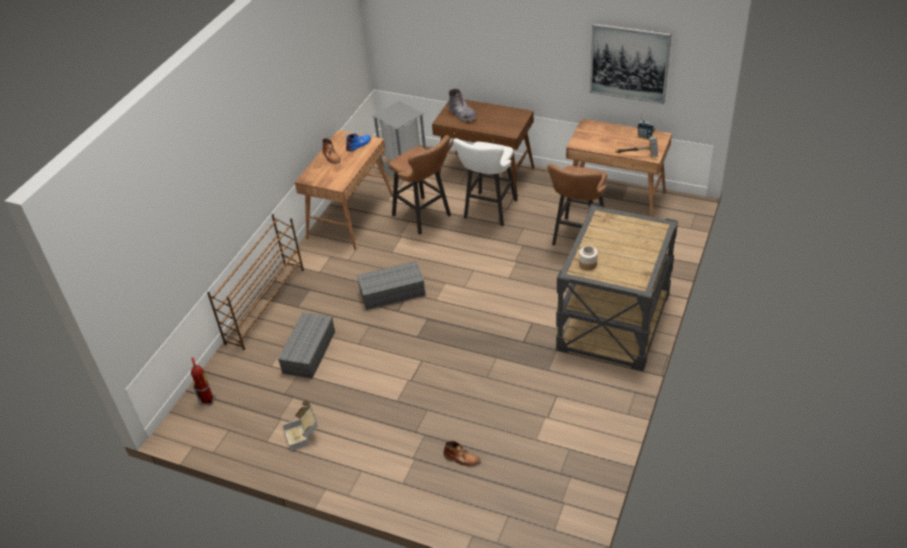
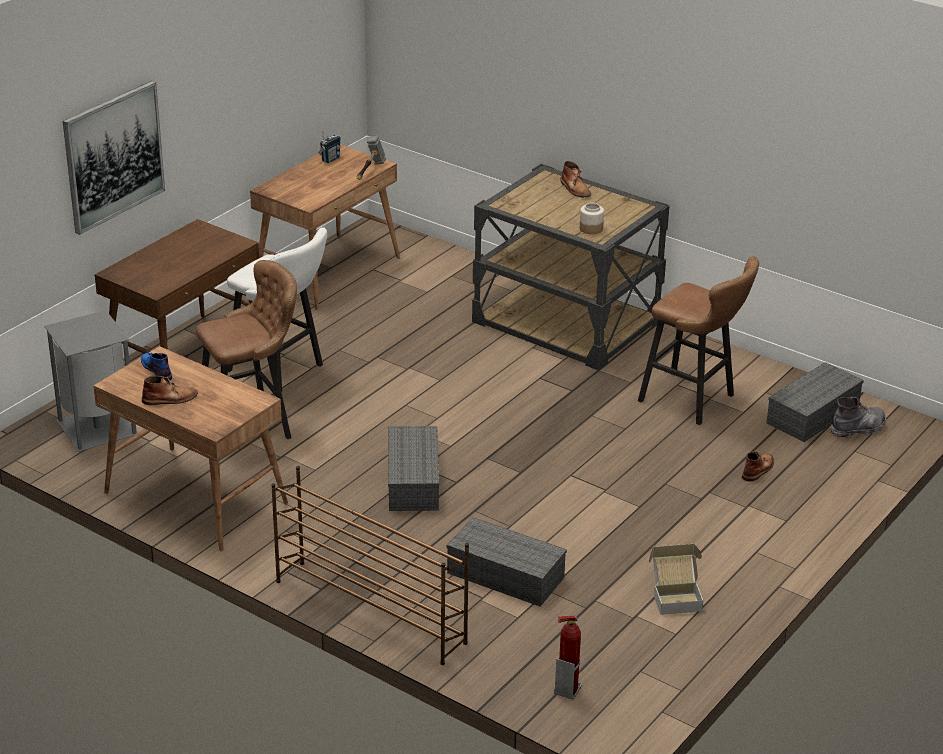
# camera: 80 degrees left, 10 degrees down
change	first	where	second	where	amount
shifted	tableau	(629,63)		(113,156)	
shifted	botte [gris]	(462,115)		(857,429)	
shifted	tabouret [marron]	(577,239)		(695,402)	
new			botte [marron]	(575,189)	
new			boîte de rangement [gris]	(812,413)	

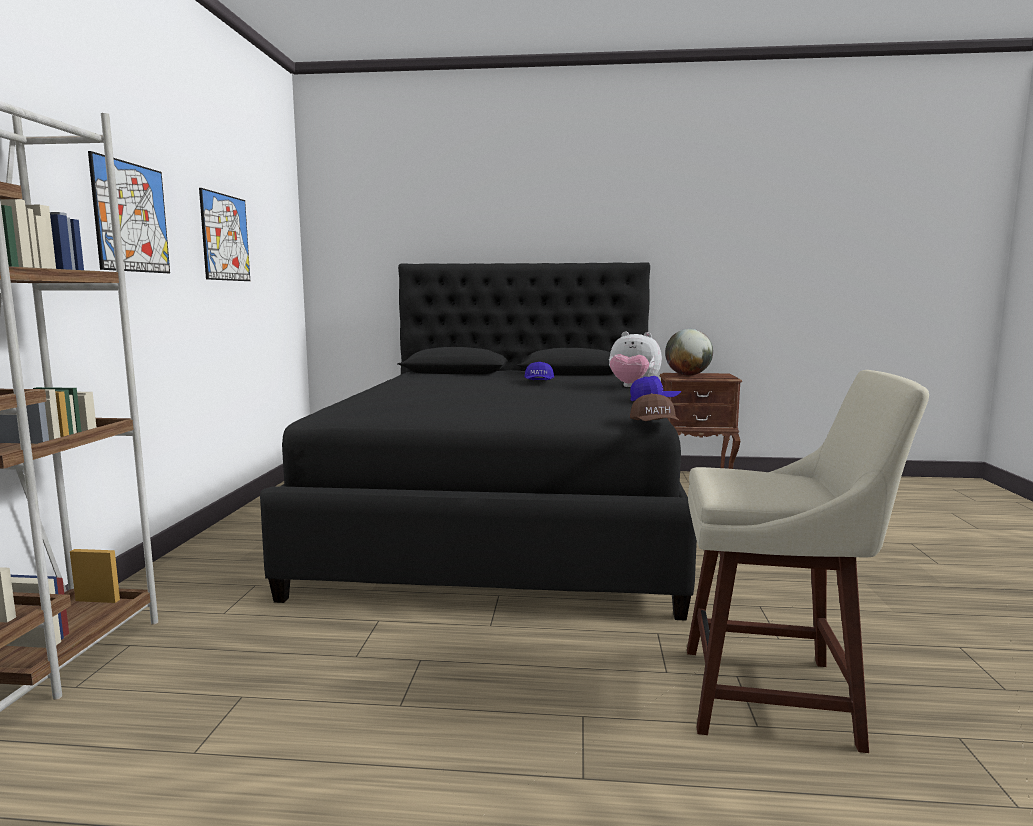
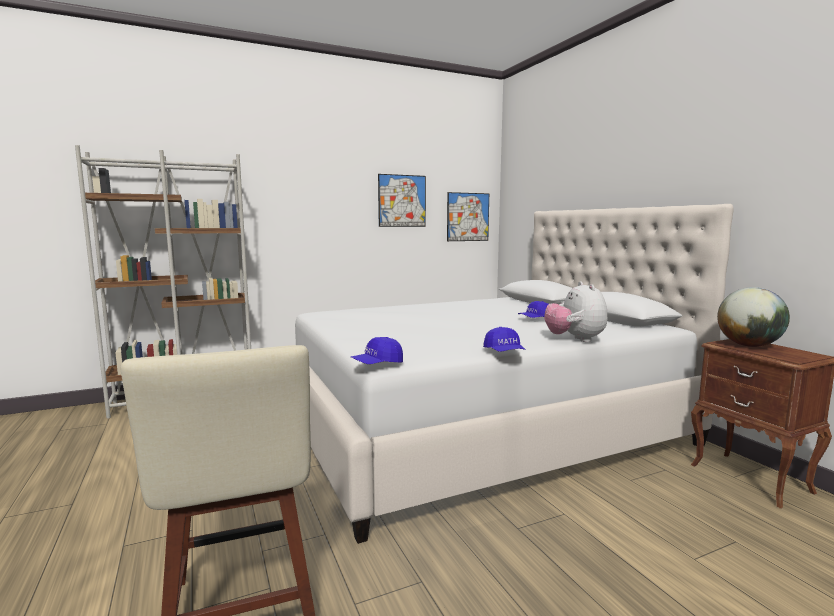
# camera: 60 degrees right, 0 degrees up
change	first	where	second	where	amount
shifted	tableau	(131,217)		(468,217)	
repainted	lit [noir]	(505,520)	lit [blanc]	(478,426)	
repainted	casquette [marron]	(654,425)	casquette [bleu]	(377,364)	

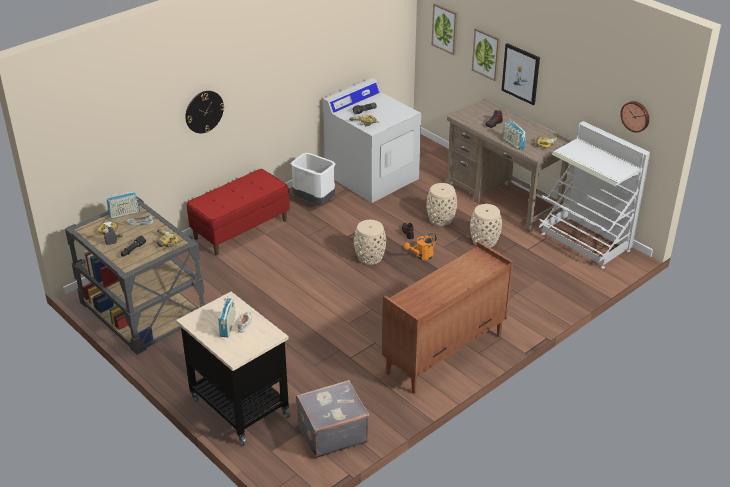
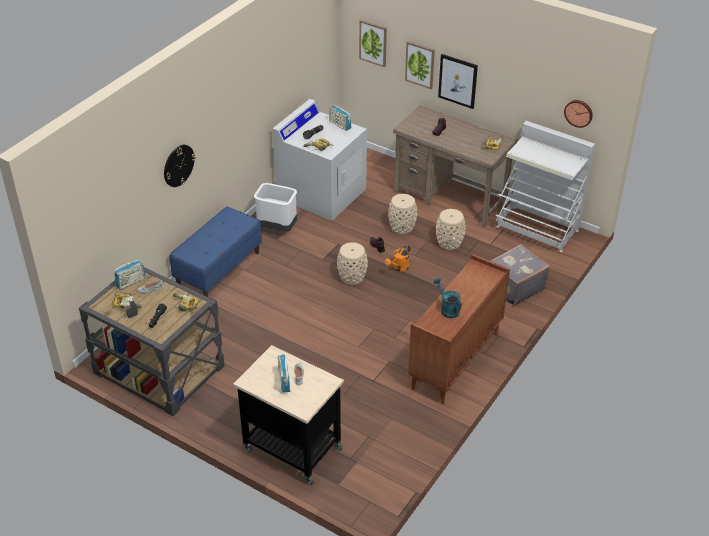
# camera: 15 degrees left, 5 degrees up
change	first	where	second	where	amount
shifted	radio	(513,143)		(340,125)	
repainted	banc [rouge]	(240,229)	banc [bleu]	(218,269)	
shifted	valise [gris]	(331,432)		(514,287)	
new			arrosoir [turquoise]	(447,309)	

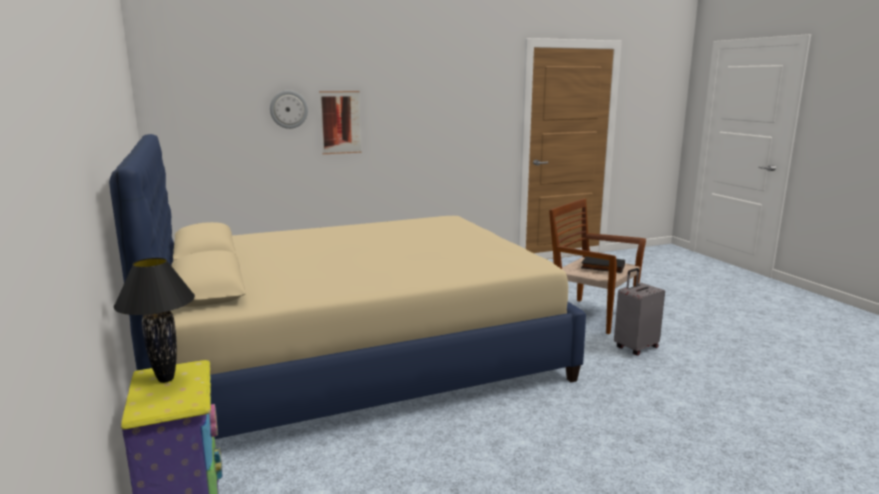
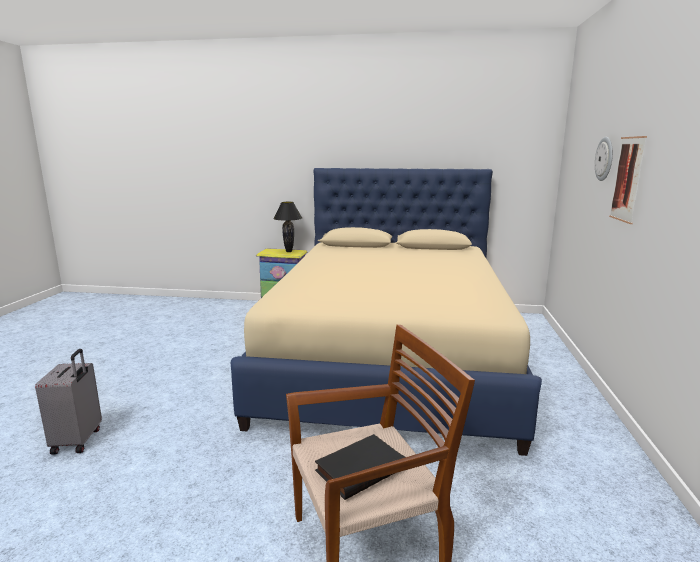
# camera: 120 degrees right, 0 degrees up
change	first	where	second	where	amount
shifted	valise [gris]	(635,347)		(78,440)	

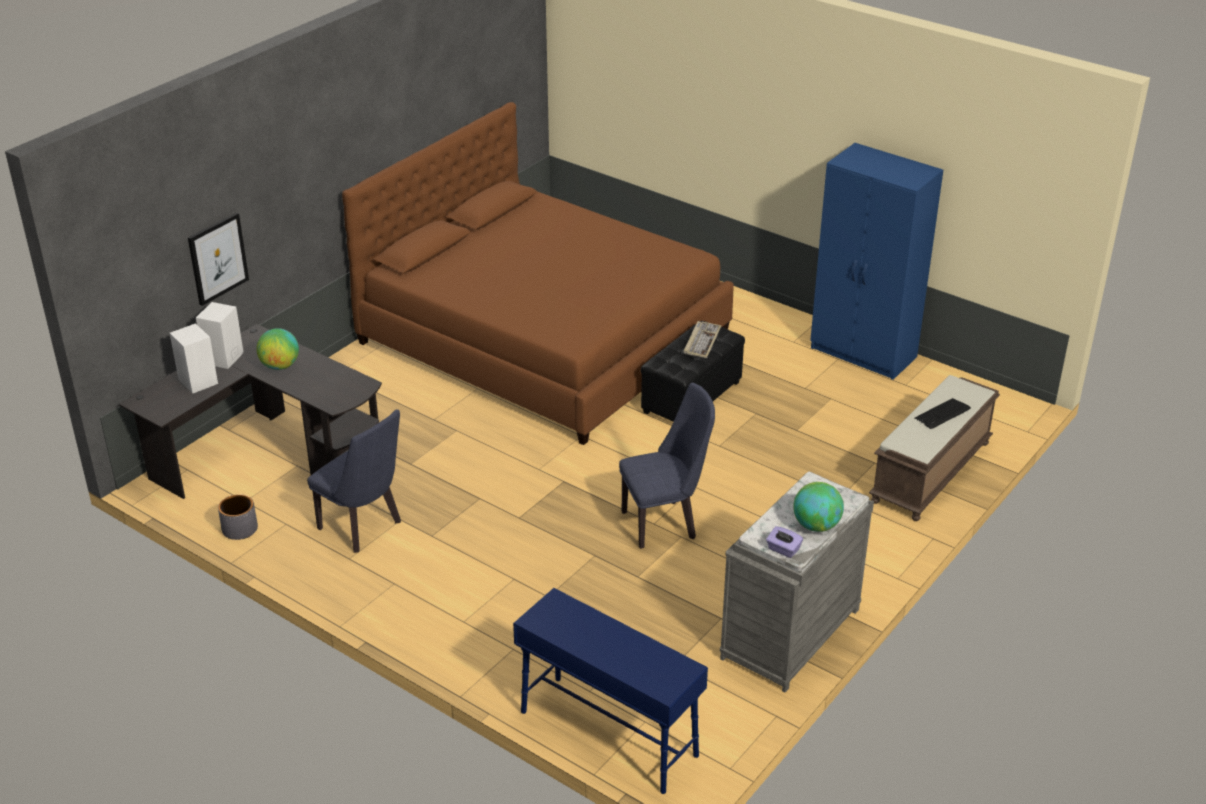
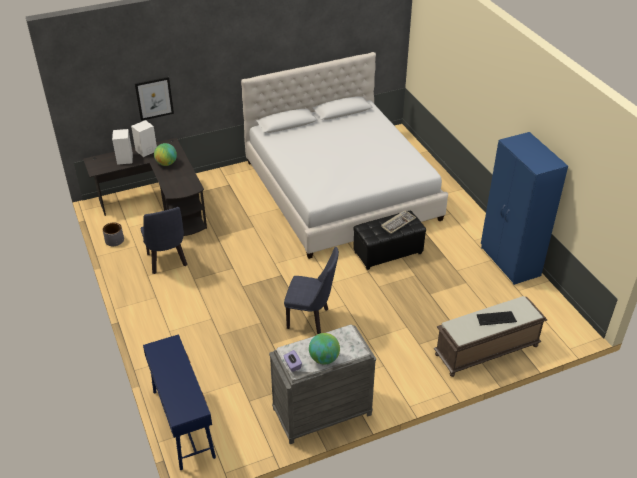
# camera: 30 degrees right, 5 degrees up
change	first	where	second	where	amount
repainted	lit [marron]	(544,336)	lit [blanc]	(340,190)	

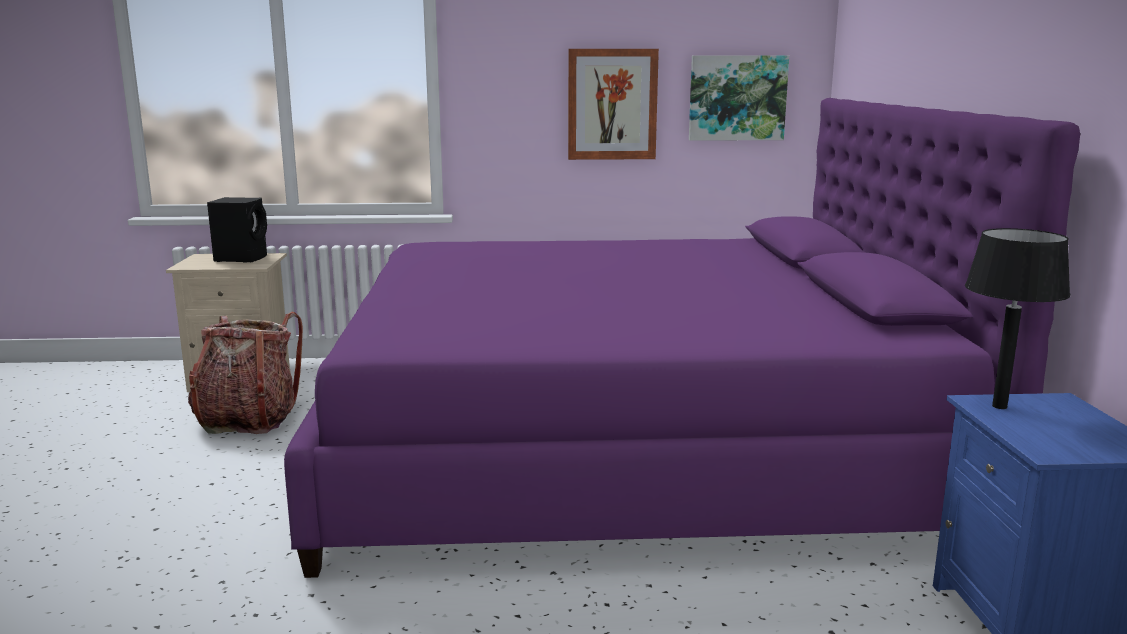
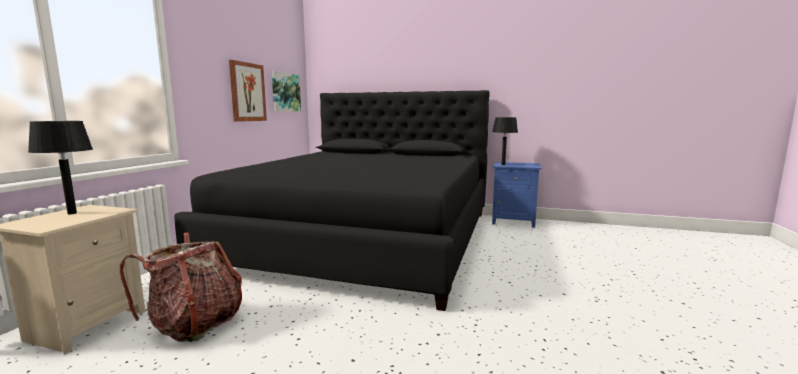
# camera: 70 degrees left, 5 degrees down
change	first	where	second	where	amount
repainted	lit [violet]	(629,443)	lit [noir]	(365,237)	
swapped	enceinte [noir]	(242,258)	lampe de table [noir]	(71,213)	

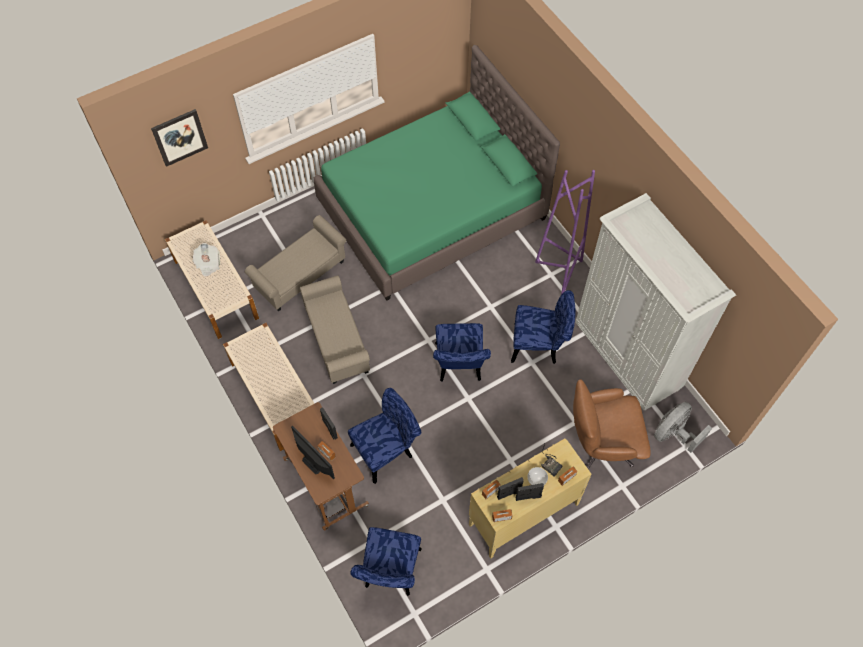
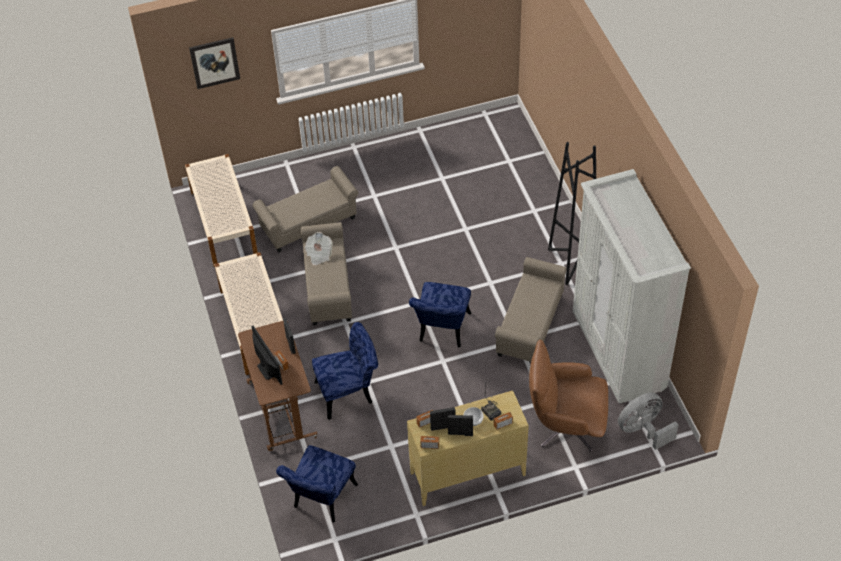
# camera: 15 degrees right, 10 degrees down
change	first	where	second	where	amount
gone	lit [vert]	(432,210)			
repainted	portant [violet]	(560,273)	portant [noir]	(570,263)	
shifted	journal	(208,264)		(319,254)	
swapped	chaise [bleu]	(540,345)	pouf [beige]	(530,326)	

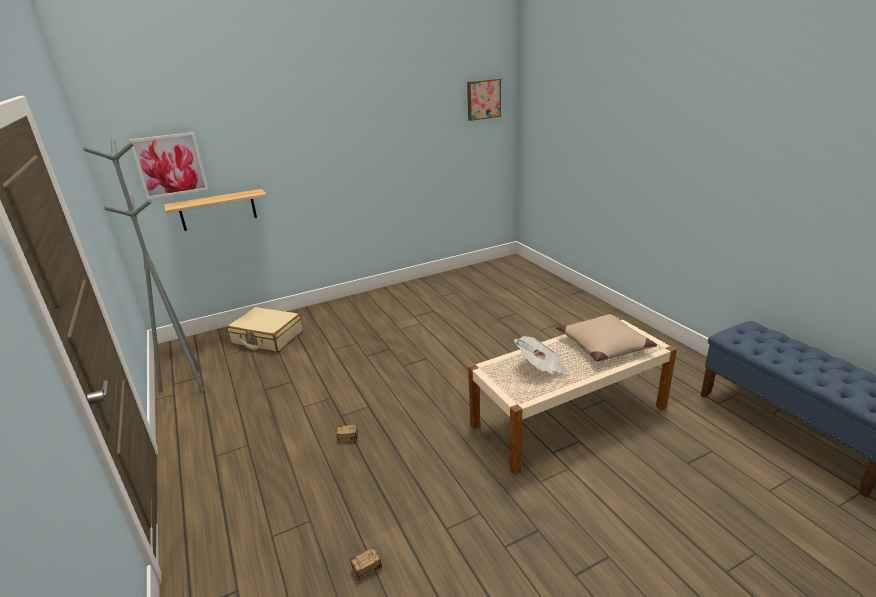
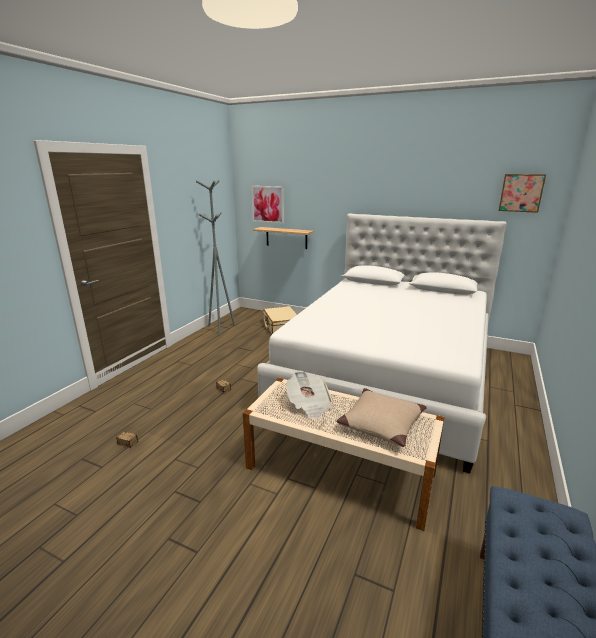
# camera: 50 degrees right, 5 degrees down
change	first	where	second	where	amount
new			lit [blanc]	(388,376)	

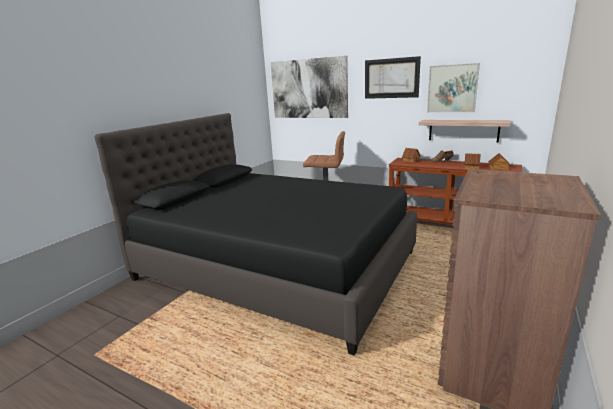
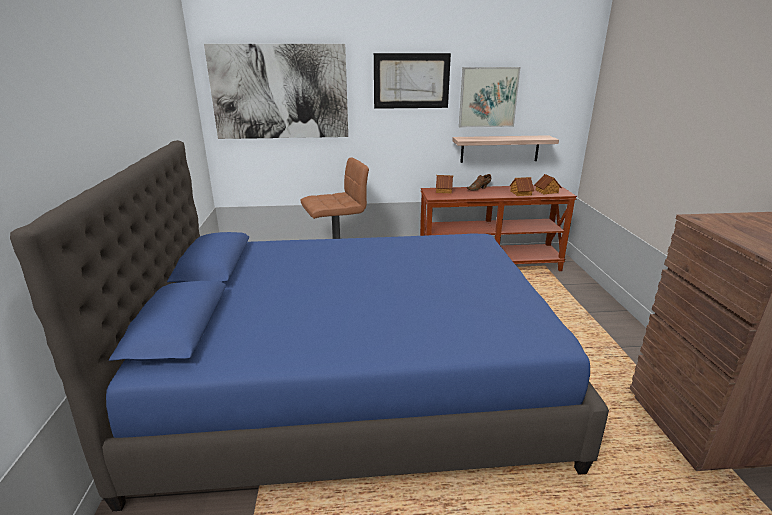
# camera: 35 degrees left, 5 degrees up
change	first	where	second	where	amount
repainted	lit [noir]	(276,265)	lit [bleu]	(353,382)	

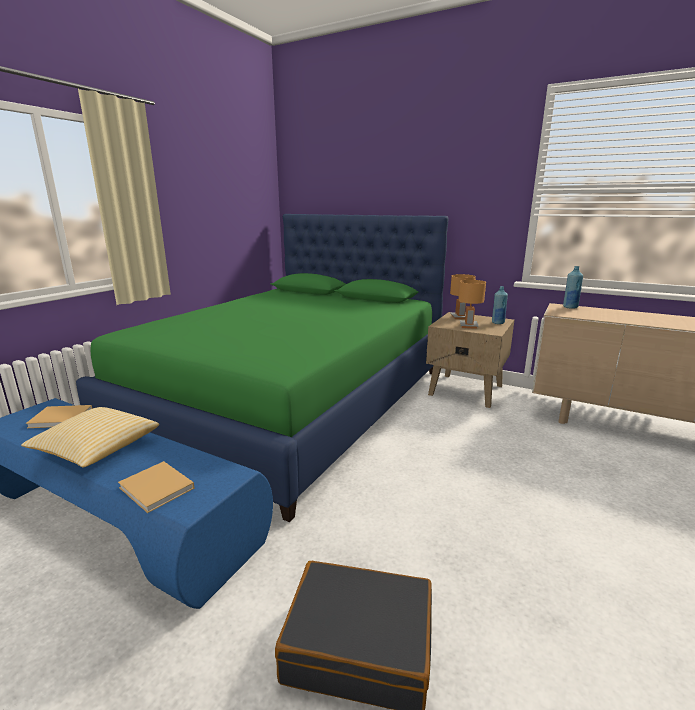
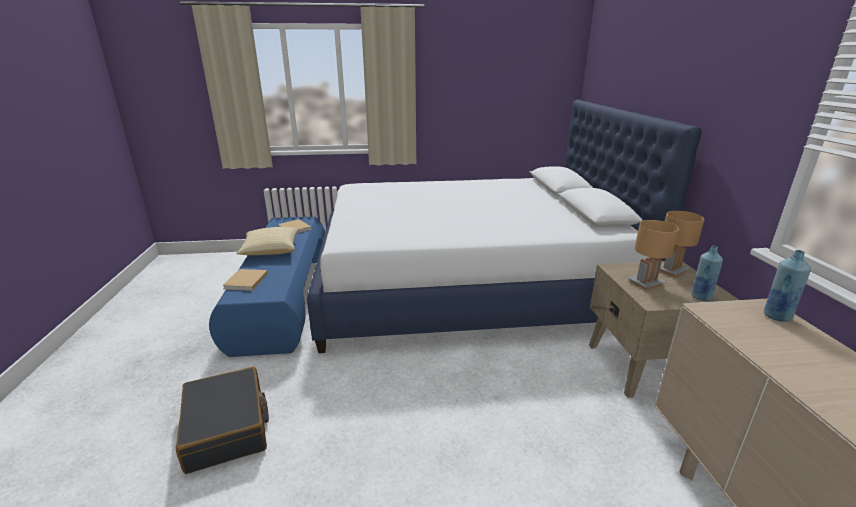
# camera: 55 degrees right, 5 degrees up
change	first	where	second	where	amount
repainted	lit [vert]	(293,401)	lit [blanc]	(469,286)	

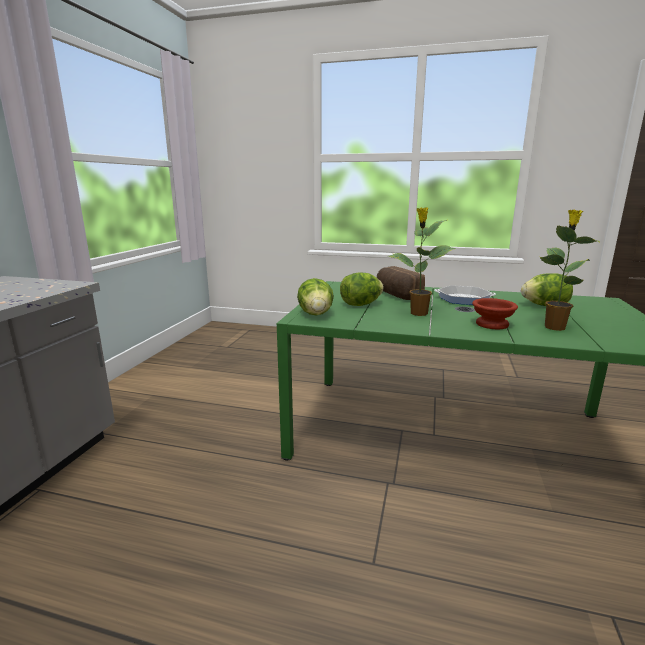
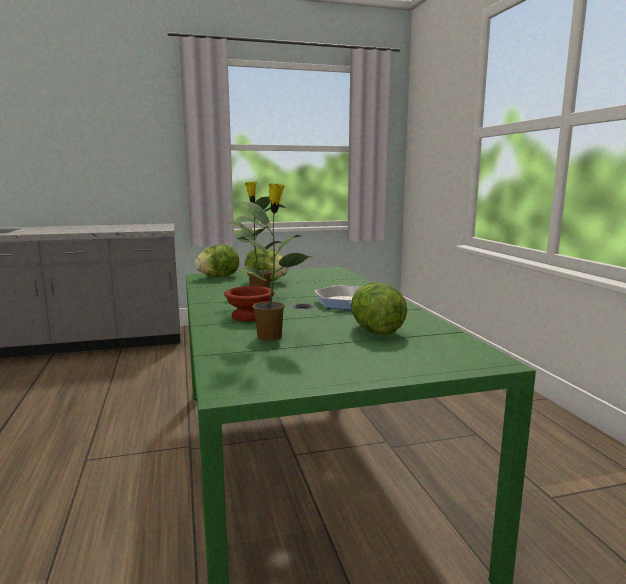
# camera: 60 degrees right, 5 degrees down
change	first	where	second	where	amount
gone	pain	(396,295)			

